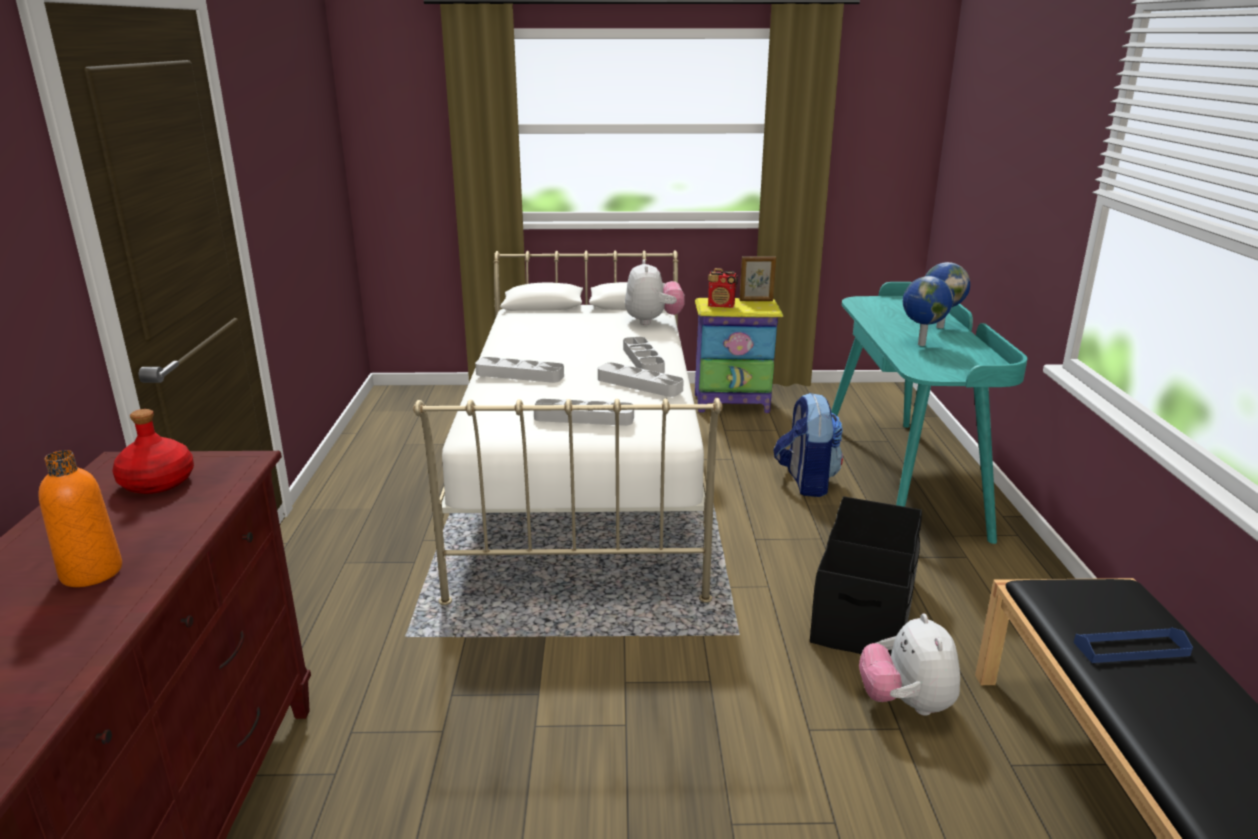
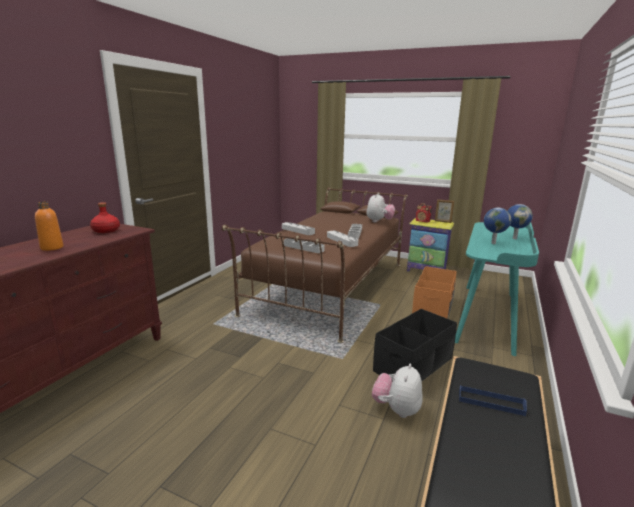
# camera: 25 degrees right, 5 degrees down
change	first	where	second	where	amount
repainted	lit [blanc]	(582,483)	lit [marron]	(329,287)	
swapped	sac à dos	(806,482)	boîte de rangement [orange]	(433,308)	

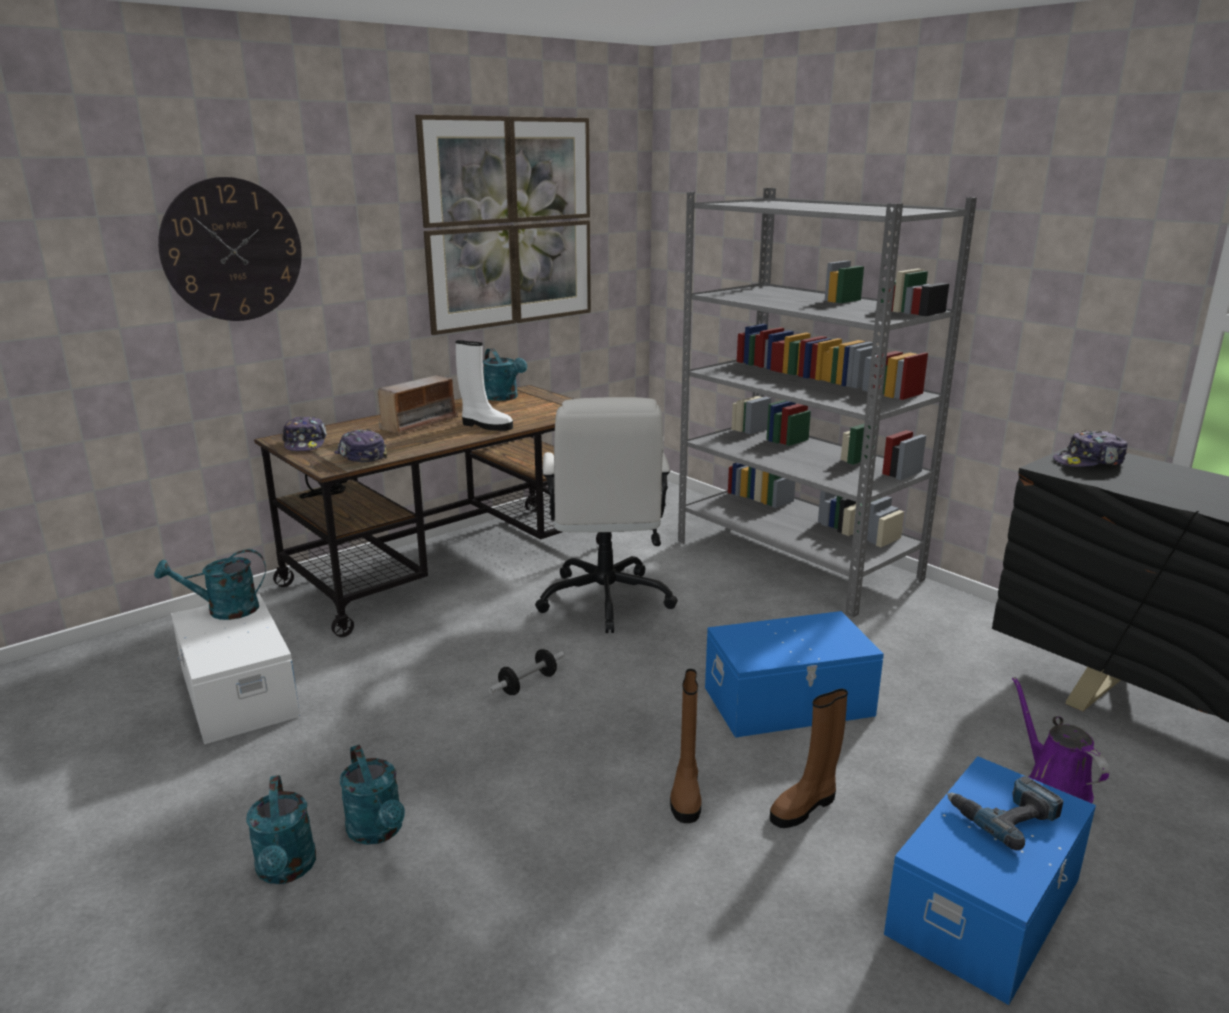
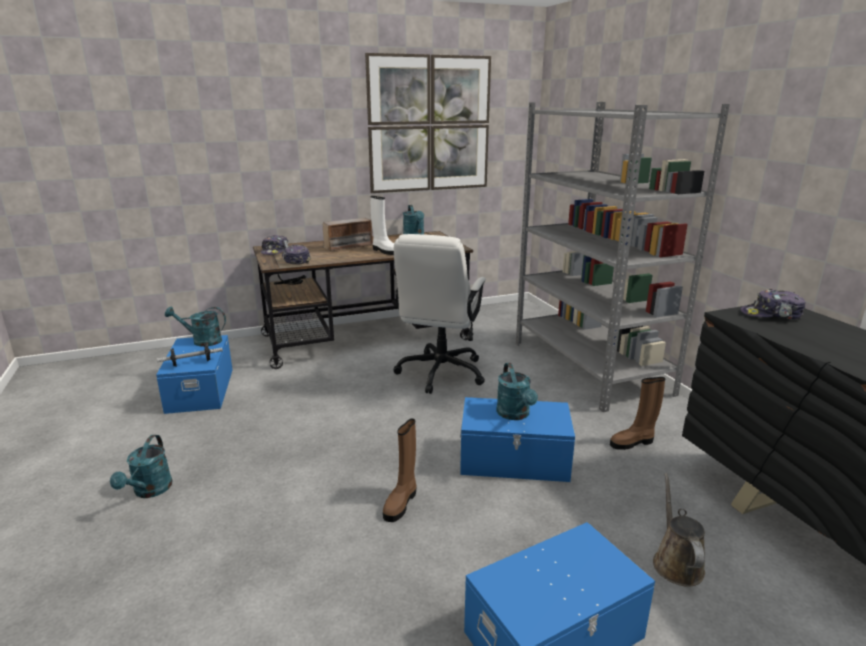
# camera: 20 degrees right, 0 degrees up
change	first	where	second	where	amount
gone	horloge murale	(232,250)			
repainted	boîte de rangement [blanc]	(237,694)	boîte de rangement [bleu]	(199,390)	
shifted	haltère	(528,684)		(191,363)	
repainted	arrosoir [violet]	(1053,785)	arrosoir [marron]	(676,562)	
shifted	botte [marron]	(804,807)		(633,442)	
shifted	arrosoir [turquoise]	(378,832)		(515,415)	
gone	perceuse	(1004,815)			

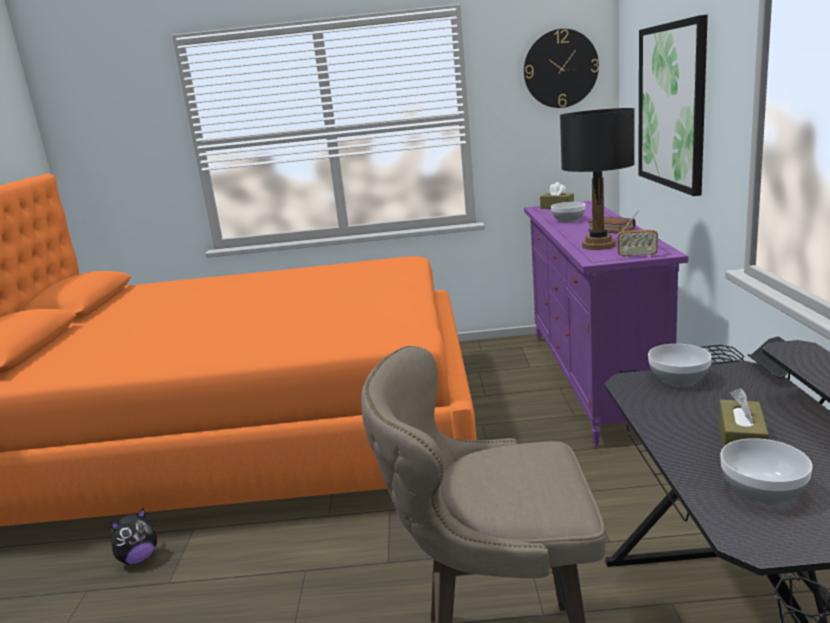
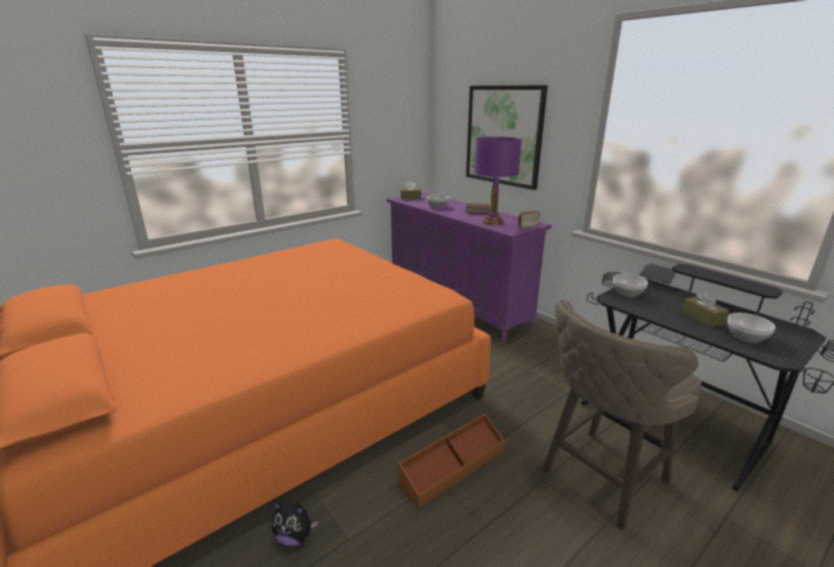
# camera: 40 degrees left, 5 degrees up
change	first	where	second	where	amount
gone	horloge murale	(560,69)			
repainted	lampe de table [noir]	(598,246)	lampe de table [violet]	(492,222)	
rotated	peluche	(138,558)		(294,537)	90 degrees clockwise
new			boîte de rangement [marron]	(452,467)	

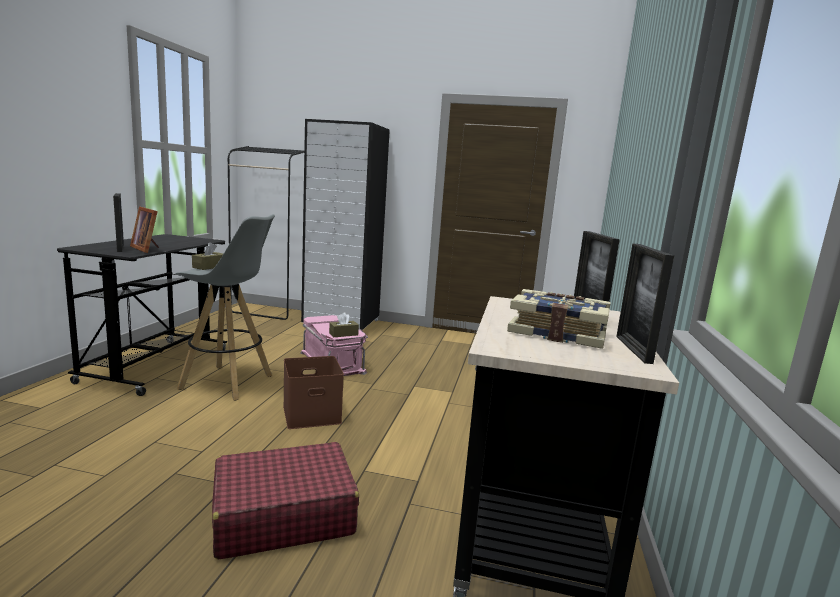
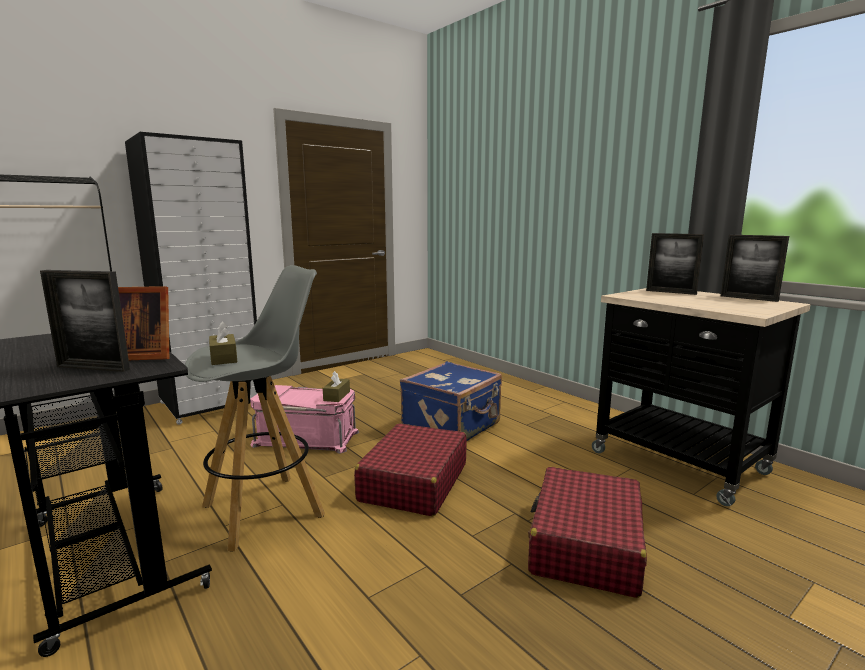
# camera: 50 degrees left, 0 degrees up
change	first	where	second	where	amount
gone	livre	(557,333)			
swapped	boîte de rangement [marron]	(310,415)	valise [rouge]	(413,482)	
new			valise [bleu]	(453,428)	

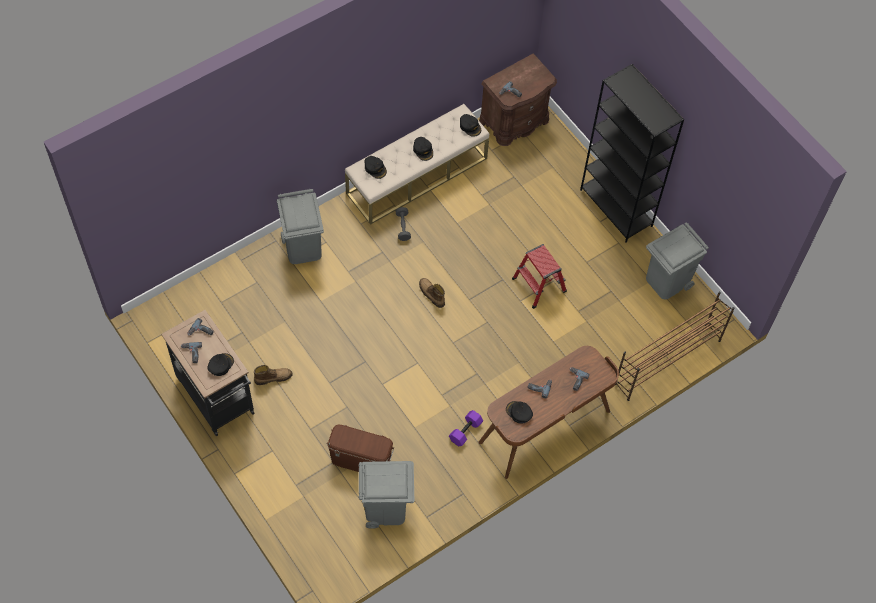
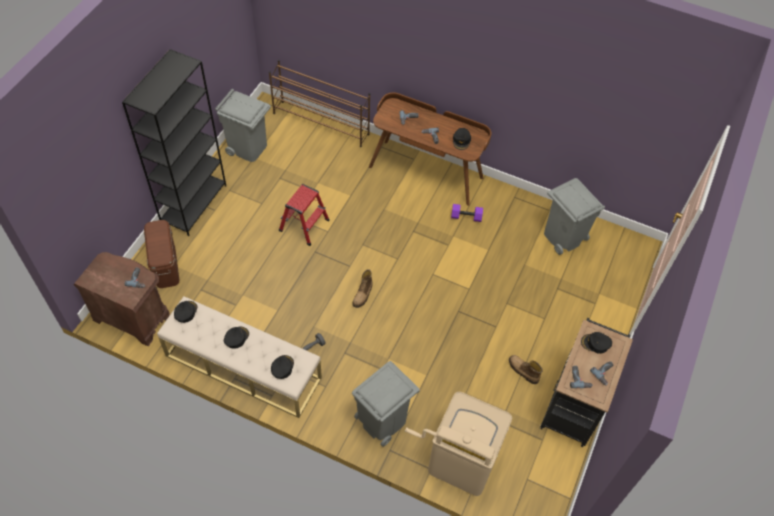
# camera: 120 degrees left, 5 degrees down
change	first	where	second	where	amount
shifted	boîte de rangement [marron]	(361,460)		(165,265)	
new			lave-linge [beige]	(461,461)	

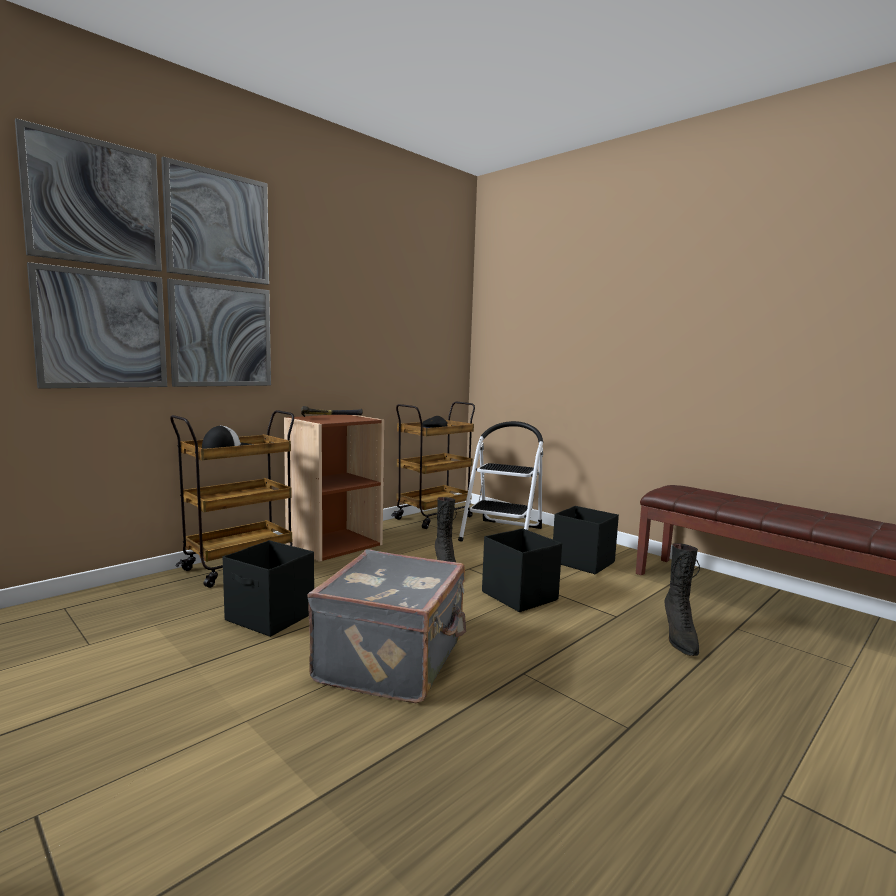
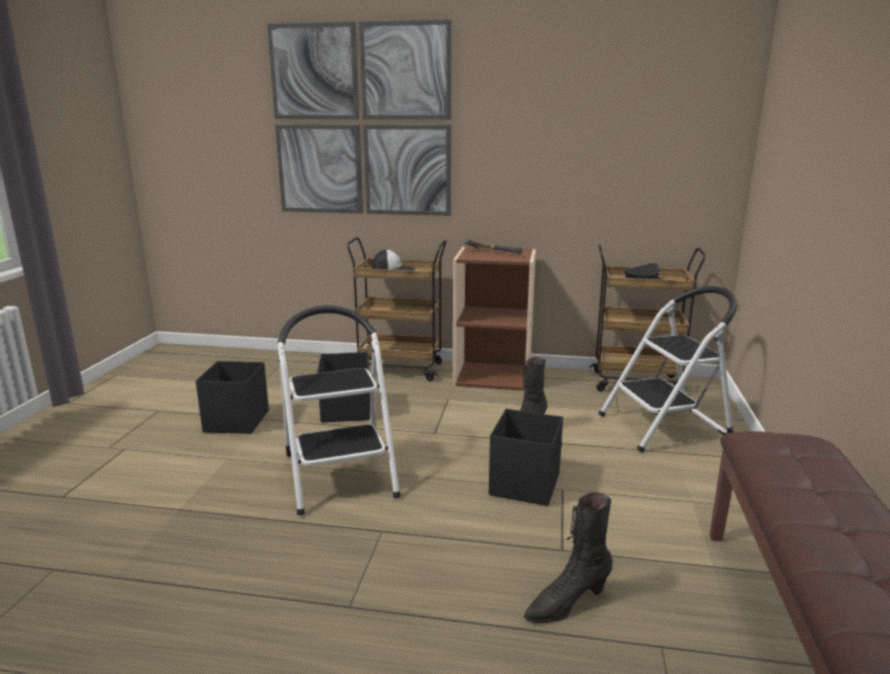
# camera: 55 degrees right, 10 degrees up
change	first	where	second	where	amount
shifted	boîte de rangement [noir]	(582,562)		(237,421)	
swapped	valise [gris]	(394,660)	escabeau	(339,473)	

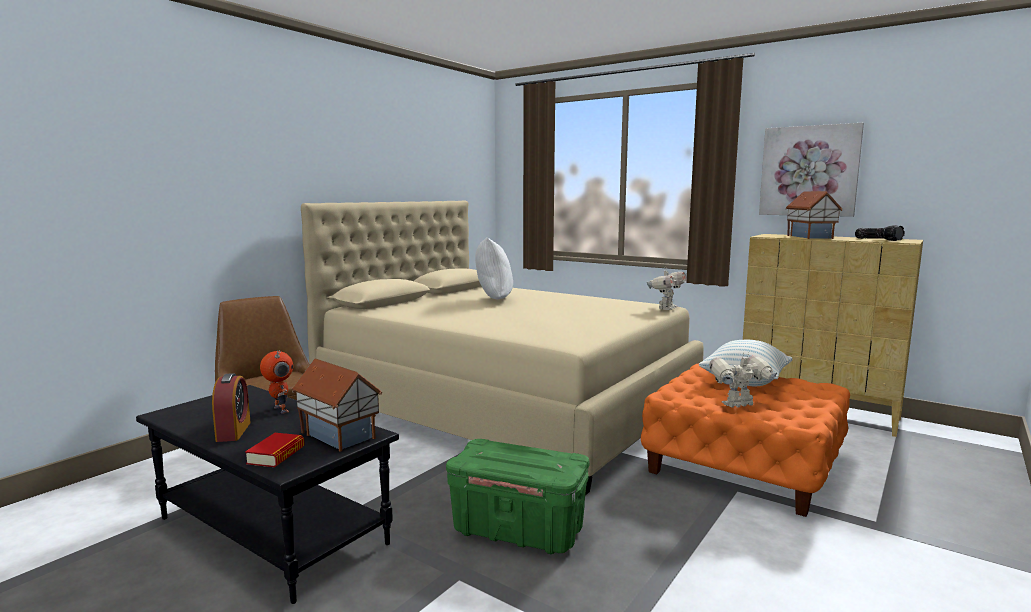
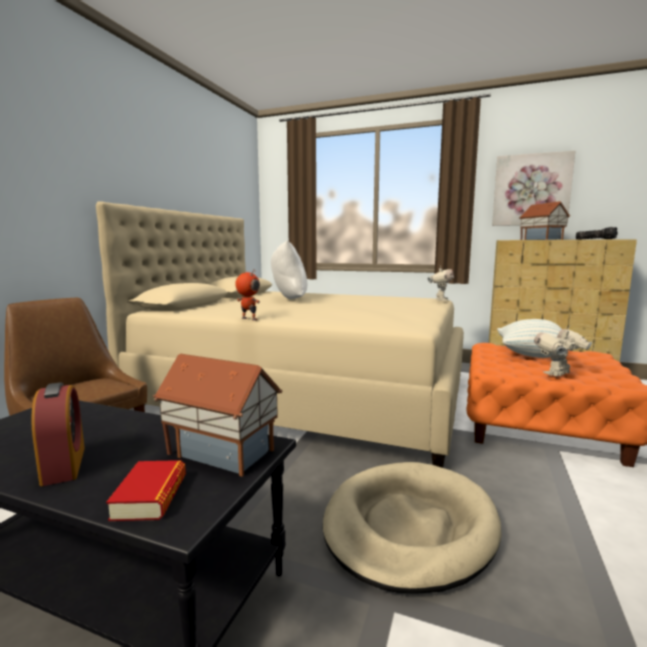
# camera: 15 degrees left, 0 degrees up
change	first	where	second	where	amount
shifted	robot jouet	(279,410)		(248,319)	
swapped	boîte de rangement [vert]	(517,530)	panier pour chien [beige]	(409,527)	

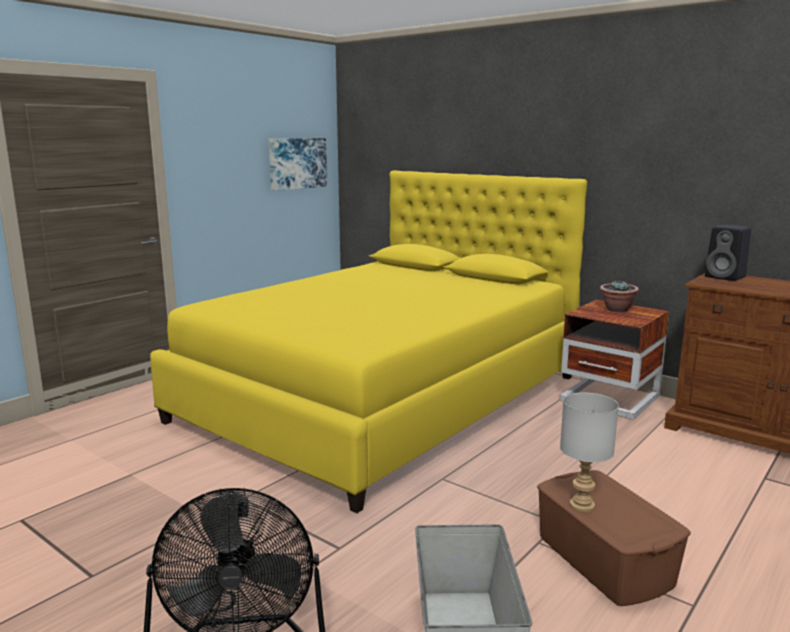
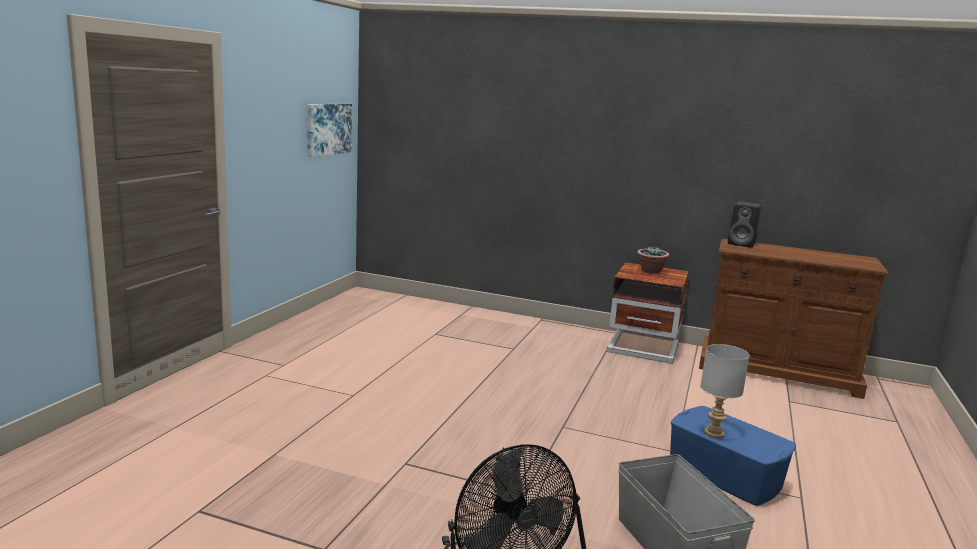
# camera: 20 degrees left, 0 degrees up
change	first	where	second	where	amount
gone	lit [jaune]	(384,398)			
repainted	boîte de rangement [marron]	(603,560)	boîte de rangement [bleu]	(724,475)	

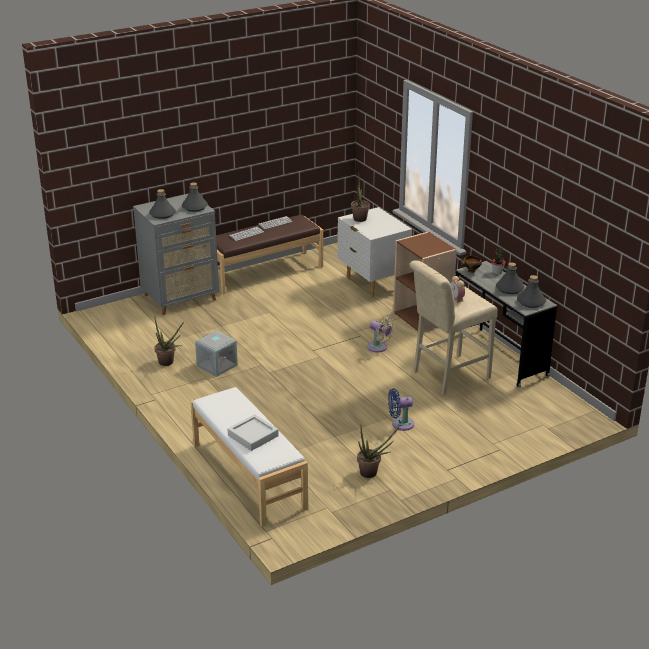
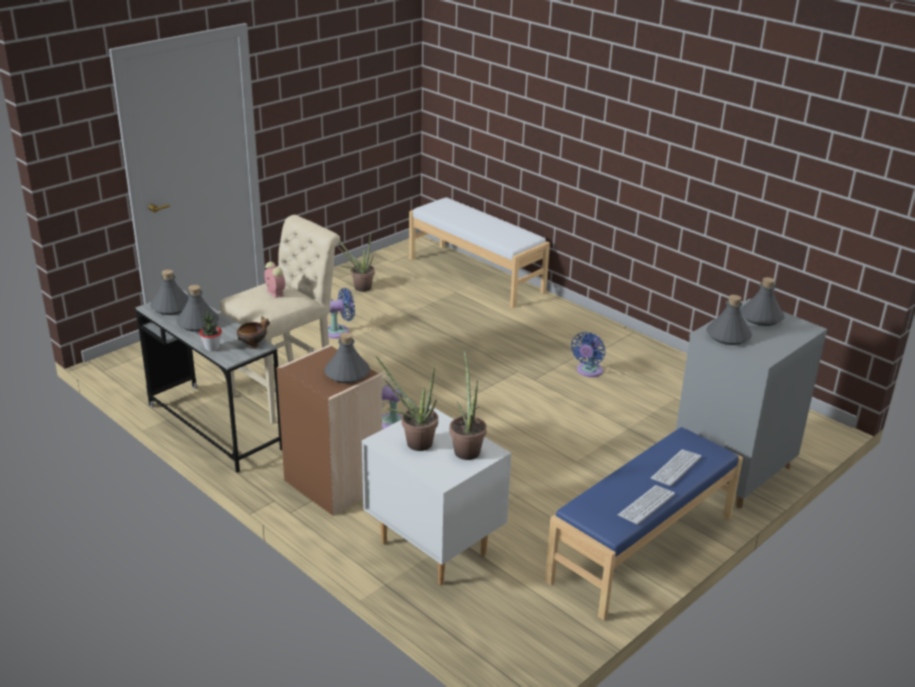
# camera: 165 degrees right, 0 degrees up
change	first	where	second	where	amount
repainted	banc [marron]	(264,272)	banc [bleu]	(642,549)	
shifted	plante en pot	(168,363)		(413,442)	
swapped	boîte de rangement [gris]	(216,366)	ventilateur [bleu]	(588,371)	
gone	plateau [gris]	(253,436)			
new			bouteille [gris]	(347,373)	

